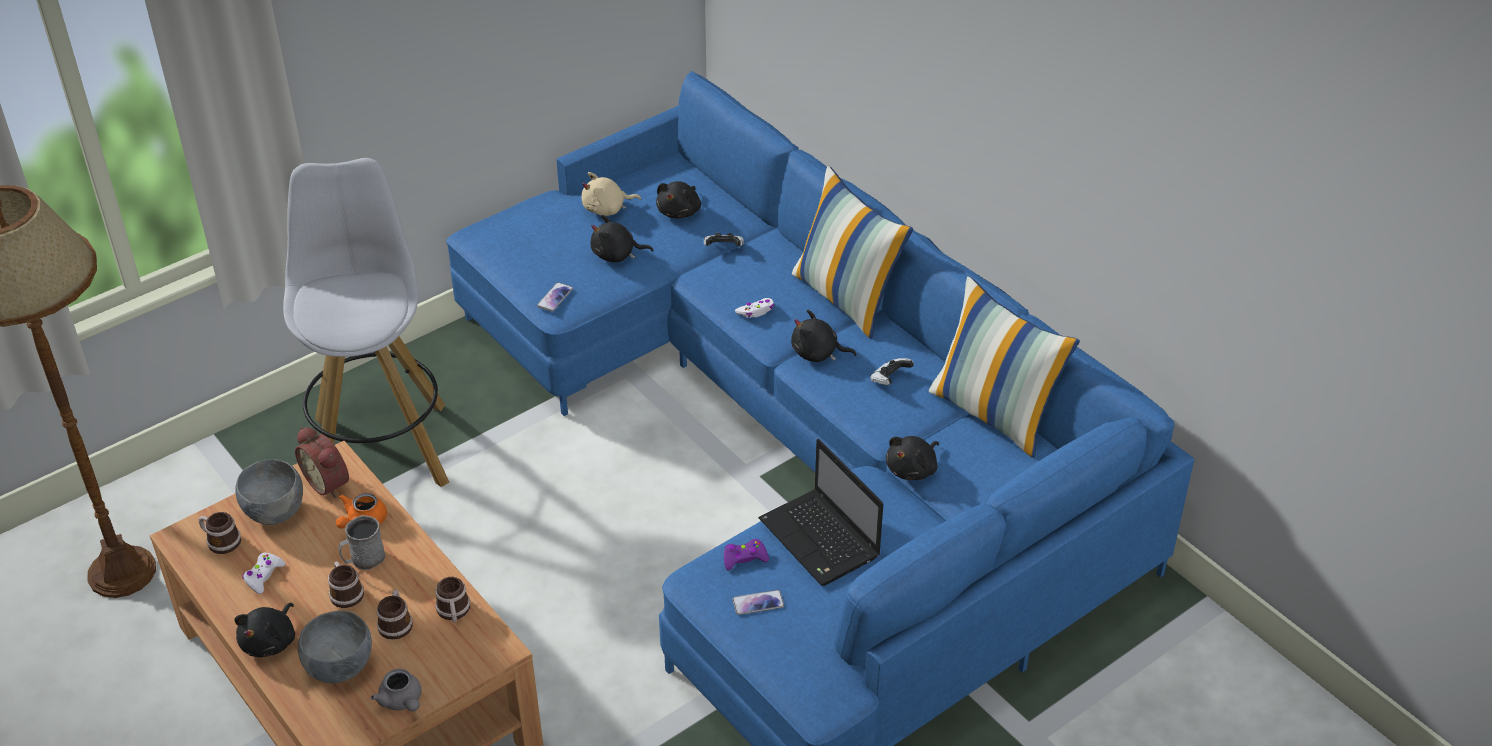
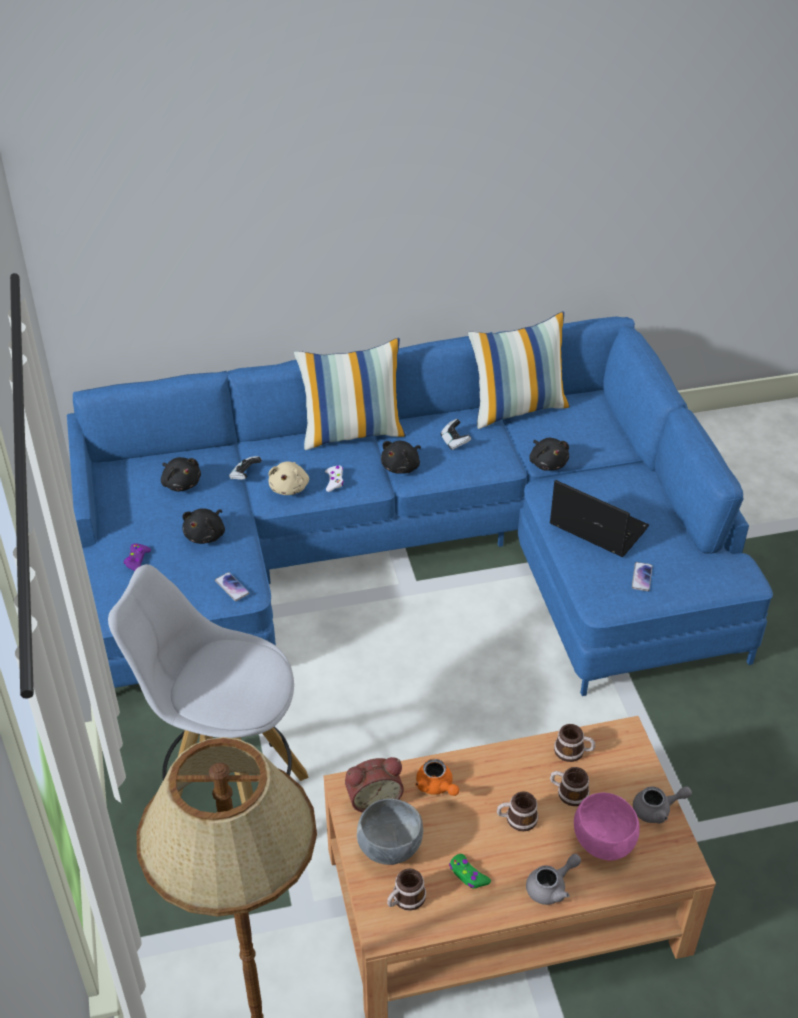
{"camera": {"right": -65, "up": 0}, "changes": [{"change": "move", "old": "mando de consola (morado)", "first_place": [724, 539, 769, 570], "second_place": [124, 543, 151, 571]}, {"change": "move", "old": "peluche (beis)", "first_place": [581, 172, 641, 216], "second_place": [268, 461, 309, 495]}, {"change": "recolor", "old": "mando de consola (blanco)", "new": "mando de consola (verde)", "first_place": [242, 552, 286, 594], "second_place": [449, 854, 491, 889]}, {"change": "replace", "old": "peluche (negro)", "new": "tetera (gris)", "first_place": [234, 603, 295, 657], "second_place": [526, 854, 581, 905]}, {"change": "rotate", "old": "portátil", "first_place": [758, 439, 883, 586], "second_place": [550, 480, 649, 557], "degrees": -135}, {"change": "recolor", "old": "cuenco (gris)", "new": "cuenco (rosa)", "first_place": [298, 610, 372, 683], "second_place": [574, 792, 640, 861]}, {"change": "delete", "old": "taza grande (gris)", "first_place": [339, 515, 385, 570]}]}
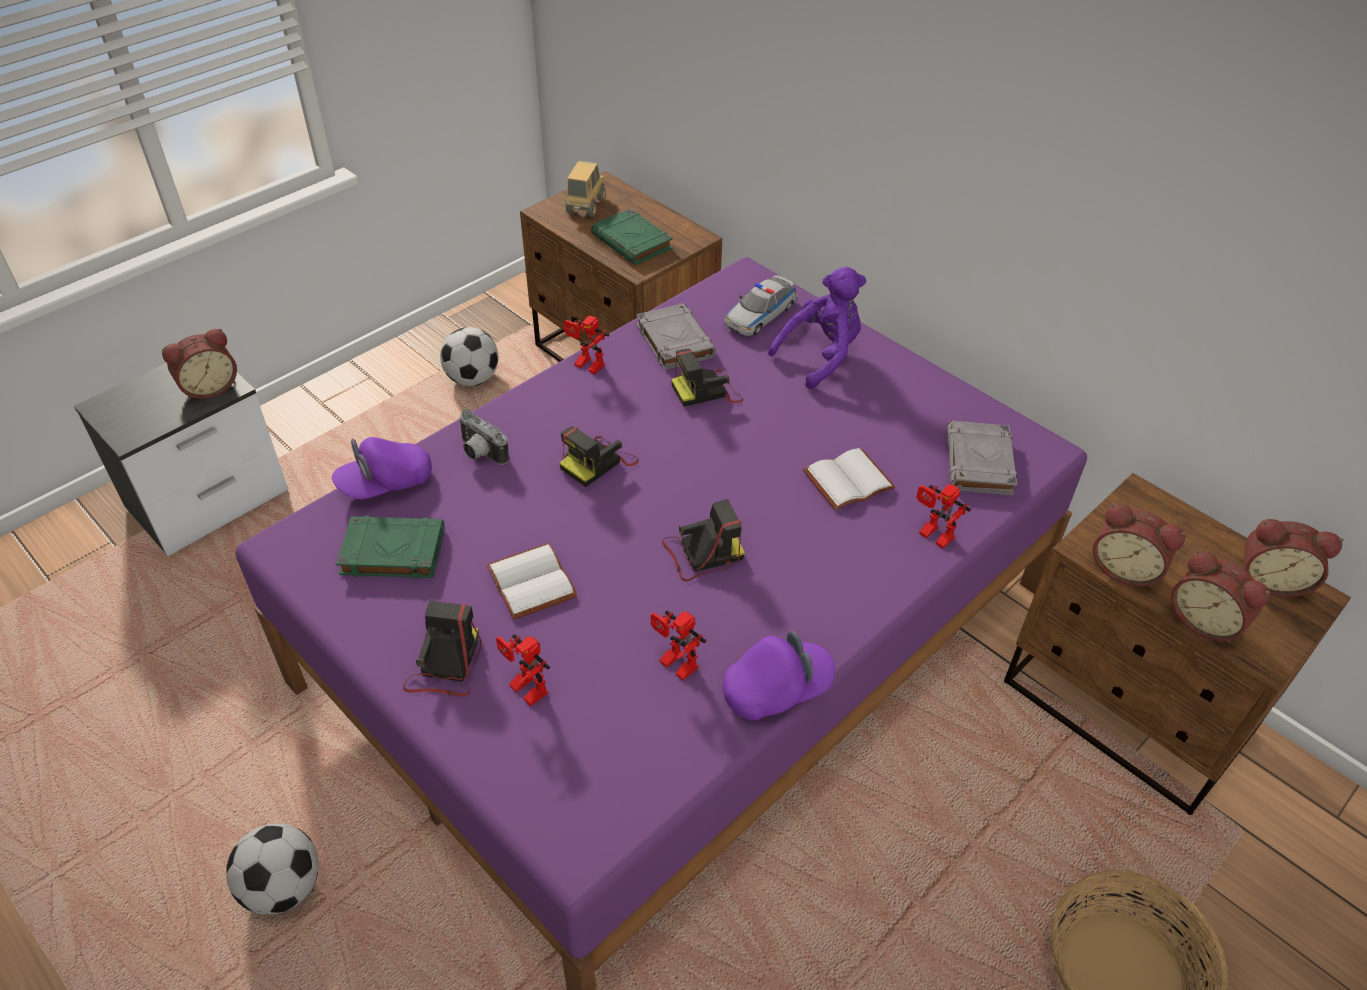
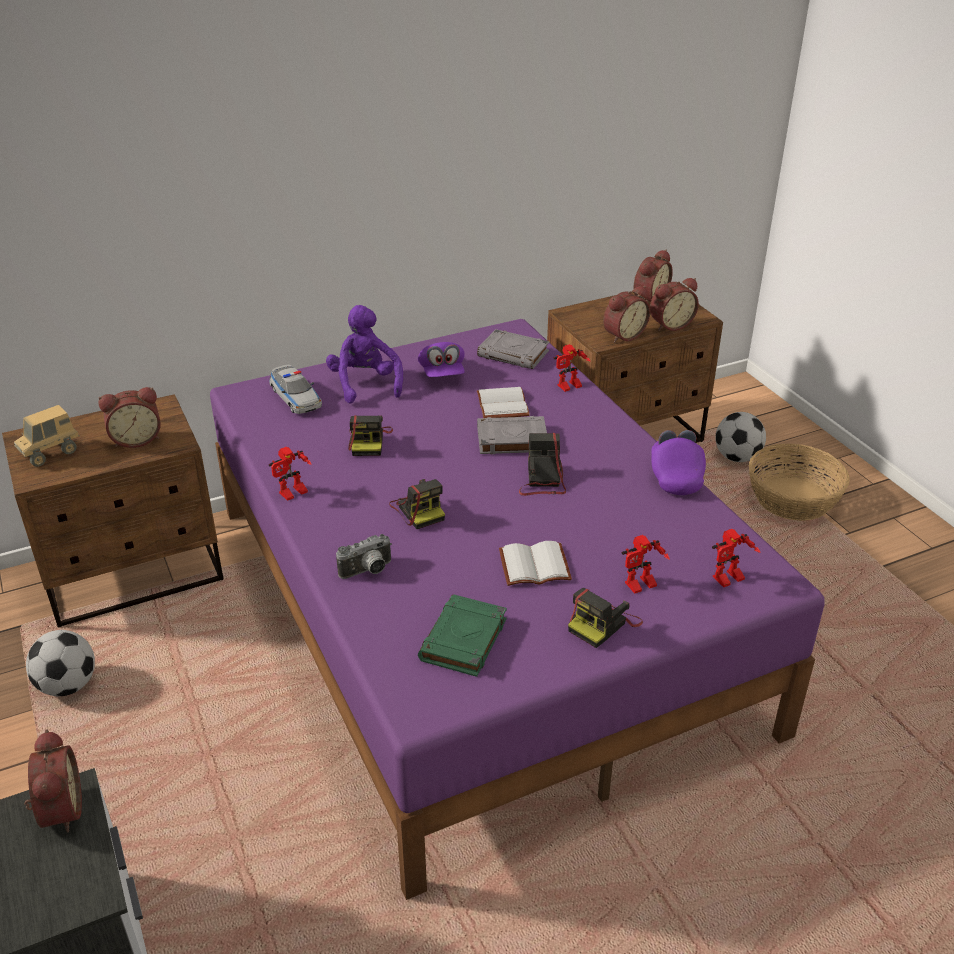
{"camera": {"right": -70, "up": -10}, "changes": [{"change": "rotate", "old": "camión de juguete", "first_place": [565, 161, 606, 217], "second_place": [14, 405, 79, 467], "degrees": -75}, {"change": "replace", "old": "libro (verde)", "new": "despertador", "first_place": [591, 209, 673, 265], "second_place": [98, 387, 161, 448]}, {"change": "move", "old": "gorra (morado)", "first_place": [332, 437, 432, 499], "second_place": [418, 342, 465, 377]}, {"change": "move", "old": "libro (gris)", "first_place": [636, 303, 716, 370], "second_place": [477, 416, 547, 454]}, {"change": "rotate", "old": "cámara", "first_place": [403, 601, 482, 697], "second_place": [568, 588, 643, 648], "degrees": -75}, {"change": "move", "old": "robot de juguete", "first_place": [651, 610, 706, 681], "second_place": [712, 529, 761, 587]}, {"change": "move", "old": "balón de fútbol", "first_place": [226, 824, 319, 915], "second_place": [715, 412, 766, 462]}]}
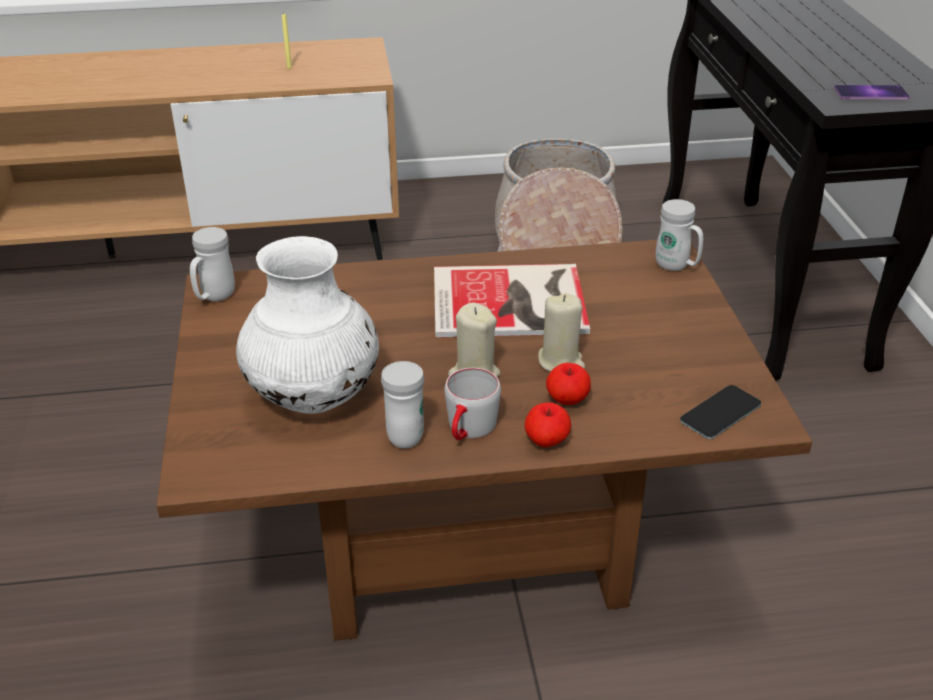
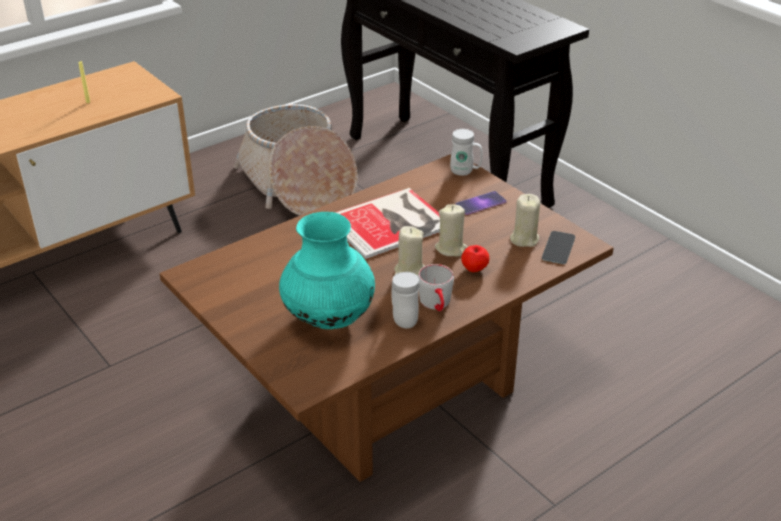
{"camera": {"right": -30, "up": 0}, "changes": [{"change": "recolor", "old": "florero (blanco)", "new": "florero (turquesa)", "first_place": [236, 236, 379, 414], "second_place": [279, 212, 375, 329]}, {"change": "move", "old": "móvil", "first_place": [834, 85, 910, 99], "second_place": [455, 191, 507, 215]}, {"change": "insert", "new": "vela (beis)", "second_place": [510, 194, 540, 247]}, {"change": "delete", "old": "taza grande (blanco)", "first_place": [190, 227, 235, 301]}, {"change": "delete", "old": "manzana", "first_place": [525, 402, 571, 447]}]}
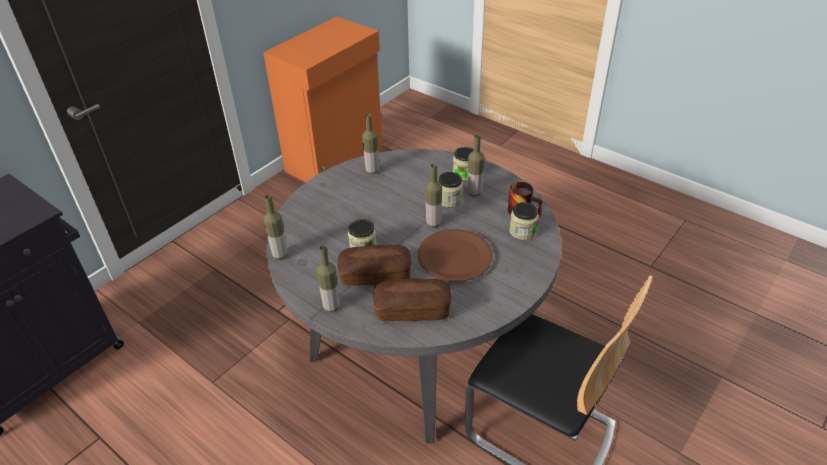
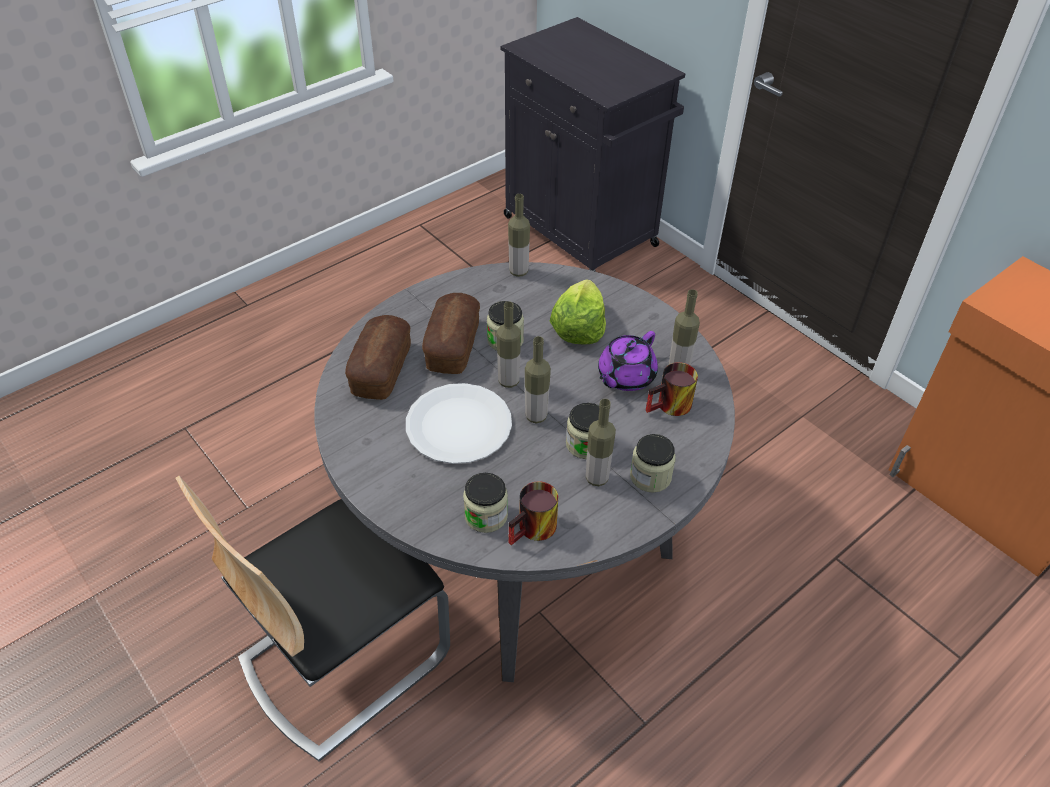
{"camera": {"right": 100, "up": 5}, "changes": [{"change": "recolor", "old": "plato (marrón)", "new": "plato (blanco)", "first_place": [418, 229, 493, 282], "second_place": [406, 383, 512, 464]}, {"change": "move", "old": "botella", "first_place": [316, 245, 340, 312], "second_place": [497, 302, 521, 388]}, {"change": "insert", "new": "lechuga", "second_place": [550, 279, 606, 344]}, {"change": "insert", "new": "tetera (morado)", "second_place": [598, 331, 658, 391]}, {"change": "insert", "new": "taza grande", "second_place": [646, 362, 698, 416]}]}
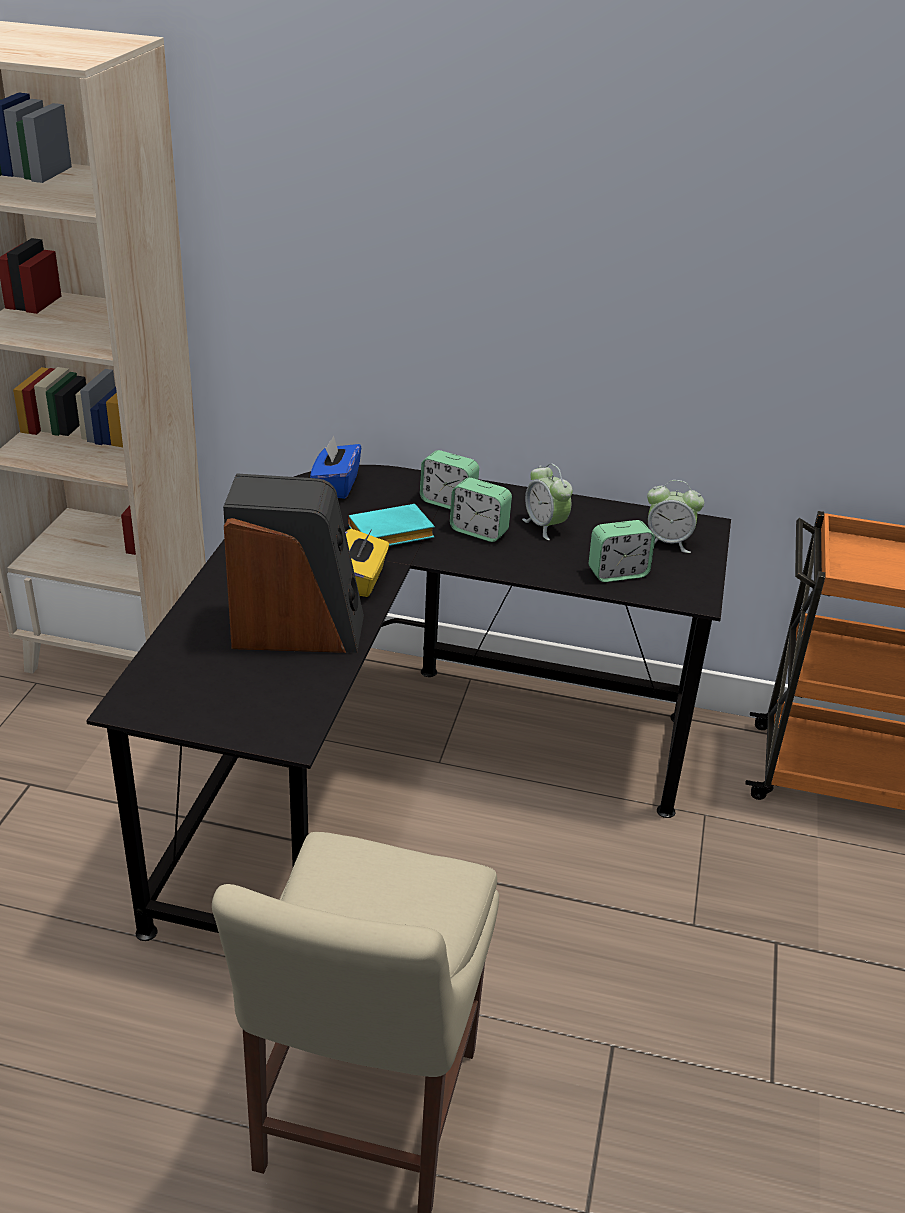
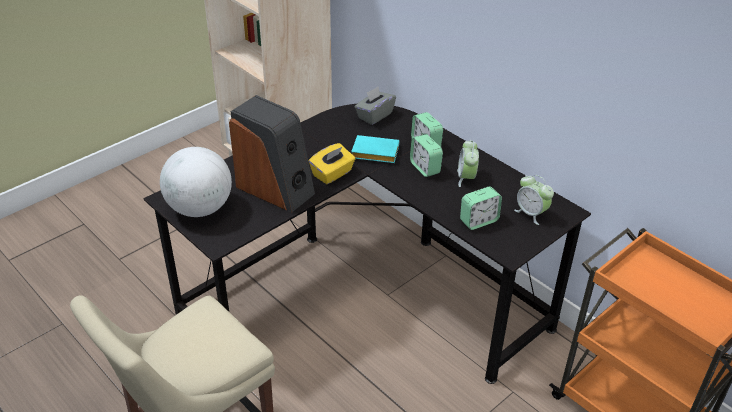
{"camera": {"right": 35, "up": 5}, "changes": [{"change": "insert", "new": "globo terráqueo", "second_place": [160, 147, 232, 217]}, {"change": "recolor", "old": "caja de pañuelos (azul)", "new": "caja de pañuelos (gris)", "first_place": [310, 435, 361, 499], "second_place": [355, 86, 396, 125]}, {"change": "rotate", "old": "despertador", "first_place": [588, 520, 655, 582], "second_place": [460, 187, 502, 230], "degrees": -45}]}
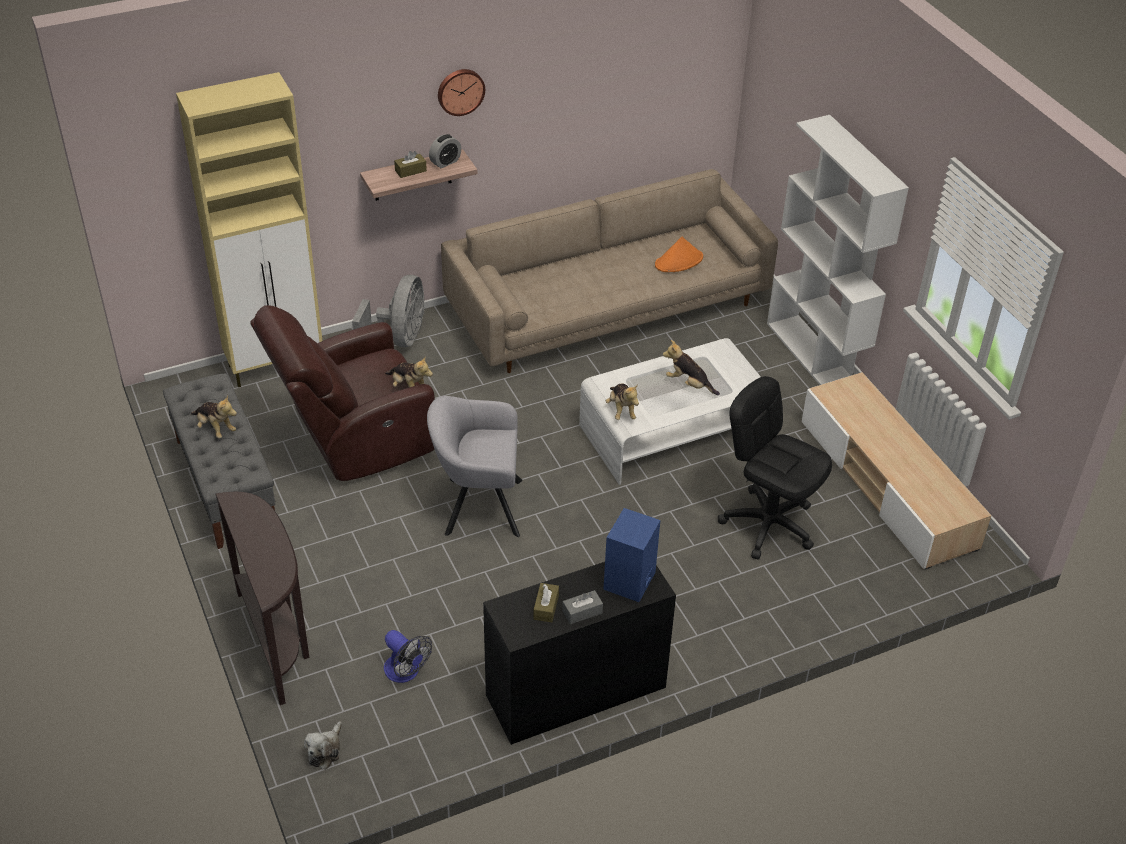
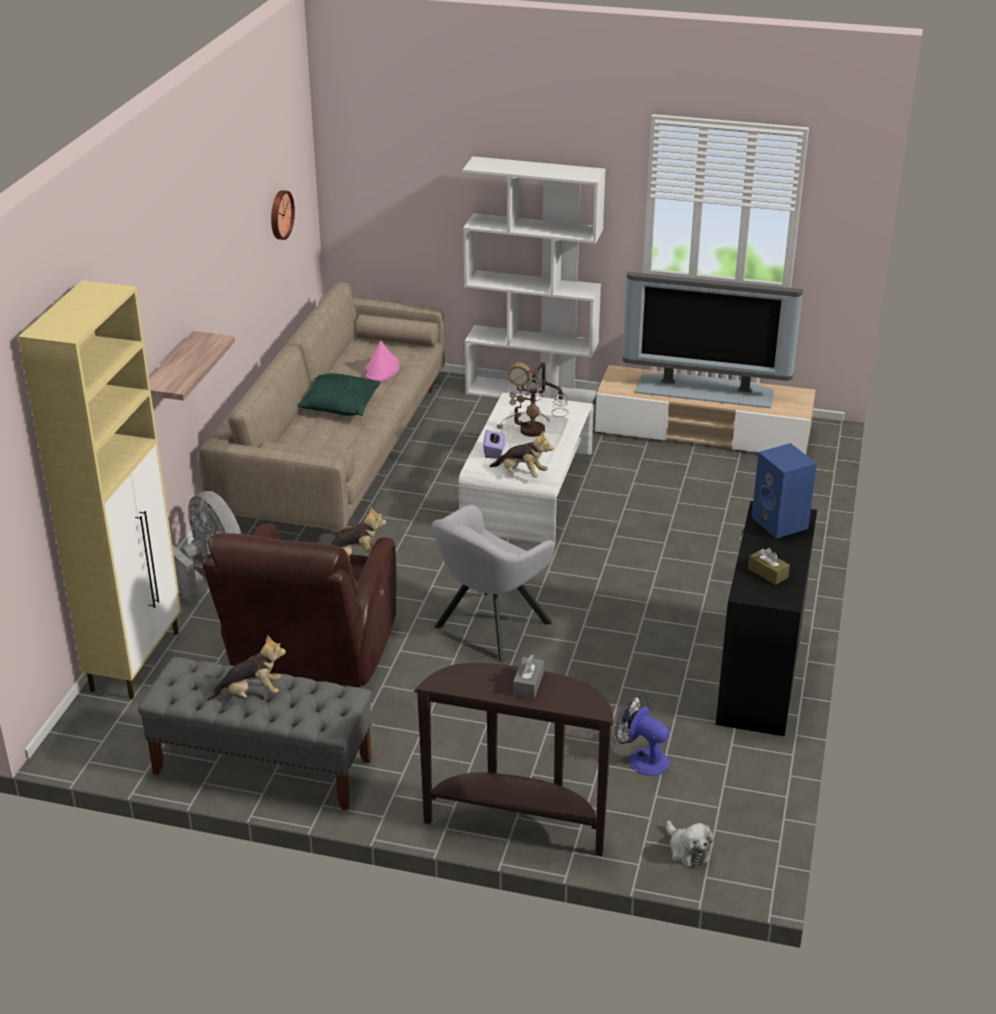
{"camera": {"right": -50, "up": -10}, "changes": [{"change": "move", "old": "reloj de pared", "first_place": [438, 69, 485, 116], "second_place": [271, 190, 295, 240]}, {"change": "insert", "new": "cojín (verde)", "second_place": [297, 373, 380, 416]}, {"change": "recolor", "old": "sombrero (naranja)", "new": "sombrero (rosa)", "first_place": [655, 236, 703, 272], "second_place": [365, 340, 399, 382]}, {"change": "insert", "new": "caja de pañuelos (morado)", "second_place": [483, 428, 505, 458]}, {"change": "replace", "old": "peluche", "new": "lámpara de mesa", "first_place": [663, 340, 720, 395], "second_place": [497, 362, 568, 437]}, {"change": "move", "old": "caja de pañuelos (gris)", "first_place": [562, 590, 603, 624], "second_place": [513, 655, 544, 699]}, {"change": "rotate", "old": "ventilador", "first_place": [384, 630, 432, 683], "second_place": [615, 695, 670, 776], "degrees": -135}, {"change": "insert", "new": "televisor", "second_place": [623, 272, 803, 408]}, {"change": "delete", "old": "caja de pañuelos (marrón)", "first_place": [394, 151, 427, 178]}, {"change": "delete", "old": "despertador", "first_place": [429, 134, 462, 168]}, {"change": "delete", "old": "silla de oficina (negro)", "first_place": [718, 376, 832, 559]}]}
